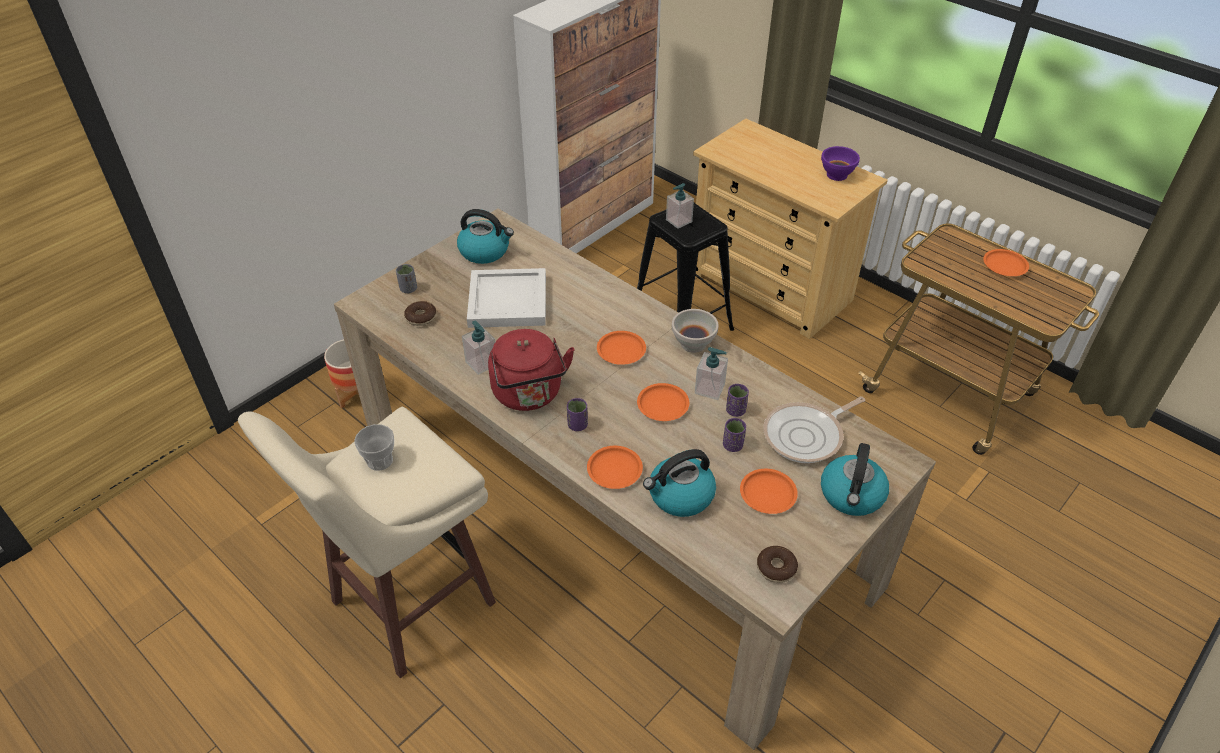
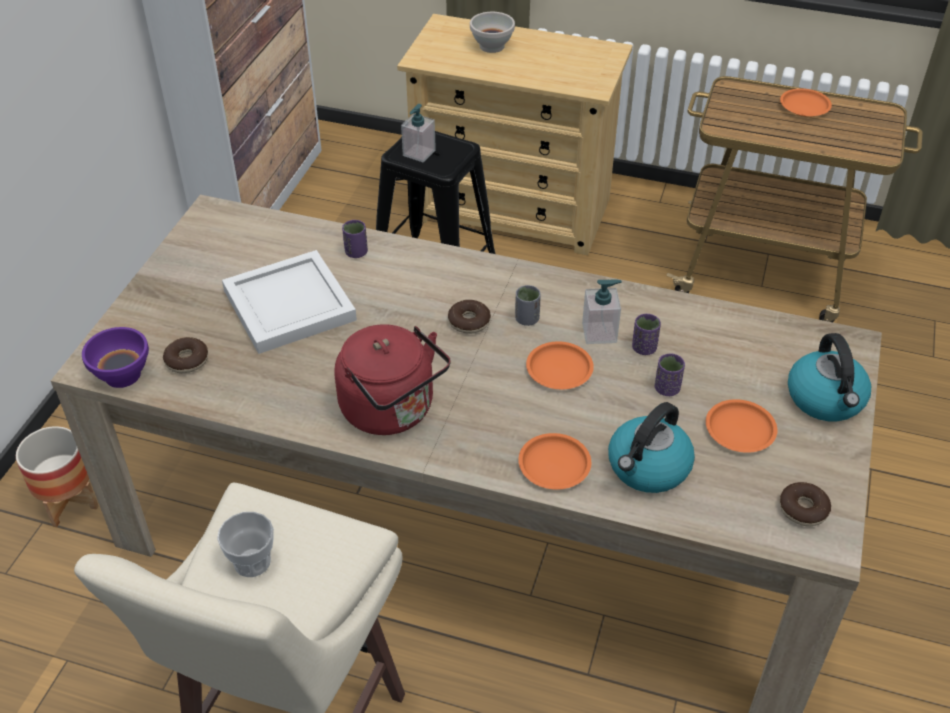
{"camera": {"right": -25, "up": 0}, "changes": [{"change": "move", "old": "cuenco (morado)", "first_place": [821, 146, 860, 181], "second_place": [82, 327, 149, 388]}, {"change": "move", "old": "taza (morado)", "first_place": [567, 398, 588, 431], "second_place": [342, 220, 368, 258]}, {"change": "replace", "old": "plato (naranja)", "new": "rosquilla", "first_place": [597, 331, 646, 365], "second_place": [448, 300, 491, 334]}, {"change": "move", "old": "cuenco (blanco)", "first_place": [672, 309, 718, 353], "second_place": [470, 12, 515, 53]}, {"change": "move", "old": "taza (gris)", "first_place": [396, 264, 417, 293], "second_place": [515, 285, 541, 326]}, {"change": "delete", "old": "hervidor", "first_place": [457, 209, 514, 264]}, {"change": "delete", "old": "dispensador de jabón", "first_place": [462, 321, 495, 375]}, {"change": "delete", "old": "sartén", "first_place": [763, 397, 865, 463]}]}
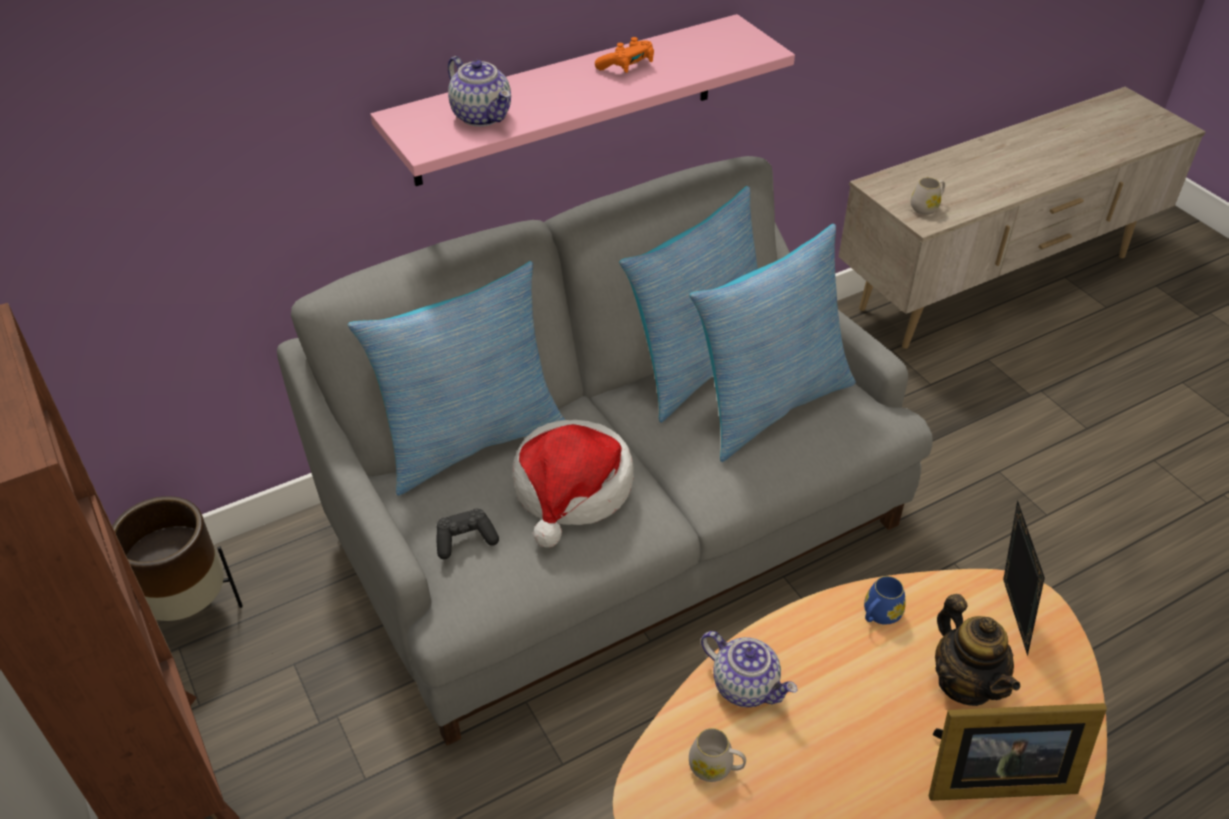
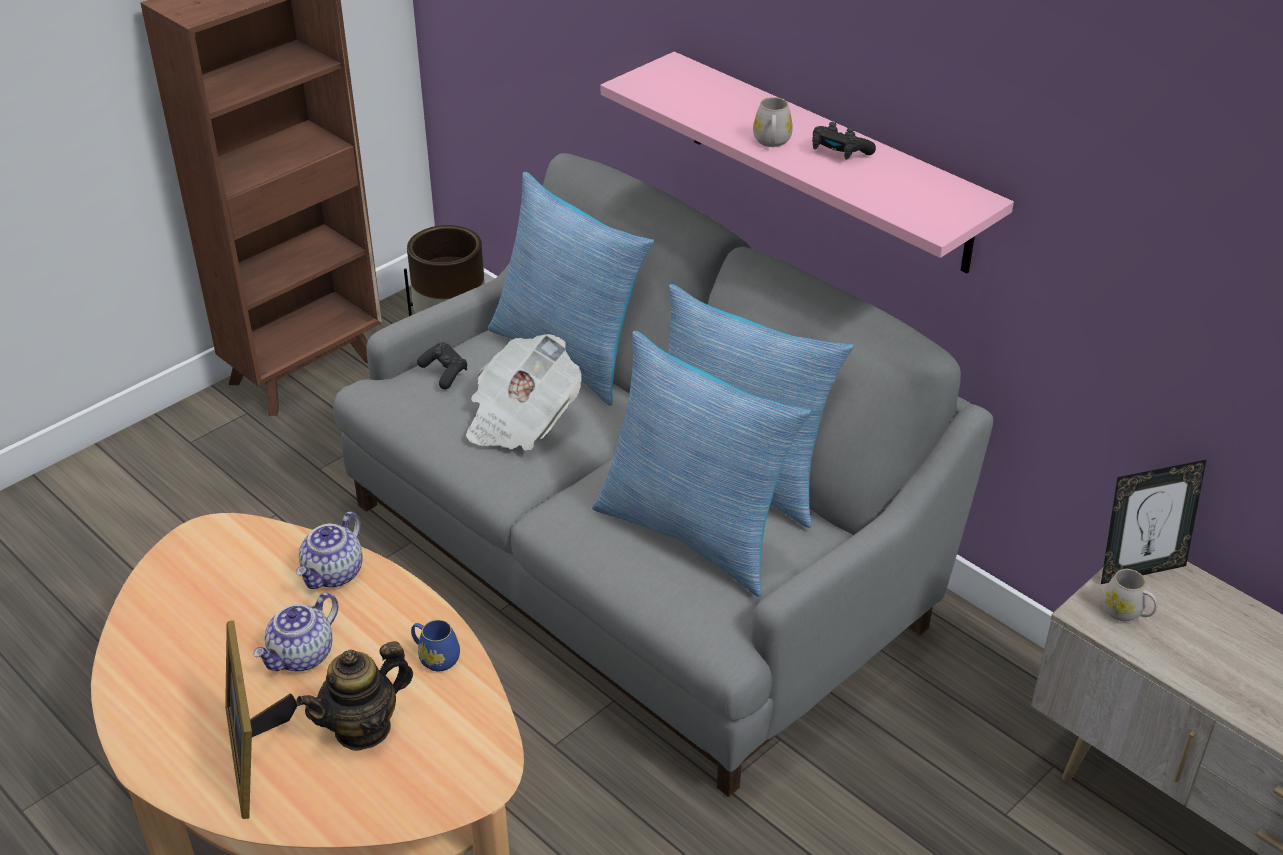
{"camera": {"right": 75, "up": -5}, "changes": [{"change": "move", "old": "tetera", "first_place": [448, 56, 511, 127], "second_place": [253, 593, 338, 671]}, {"change": "replace", "old": "sombrero", "new": "periódico", "first_place": [513, 420, 634, 548], "second_place": [466, 334, 582, 451]}, {"change": "move", "old": "taza grande (blanco)", "first_place": [689, 728, 746, 782], "second_place": [753, 97, 793, 147]}, {"change": "recolor", "old": "mando de consola (naranja)", "new": "mando de consola (negro)", "first_place": [595, 37, 654, 73], "second_place": [812, 122, 876, 160]}, {"change": "move", "old": "portarretratos", "first_place": [1003, 500, 1045, 656], "second_place": [1101, 460, 1206, 584]}]}
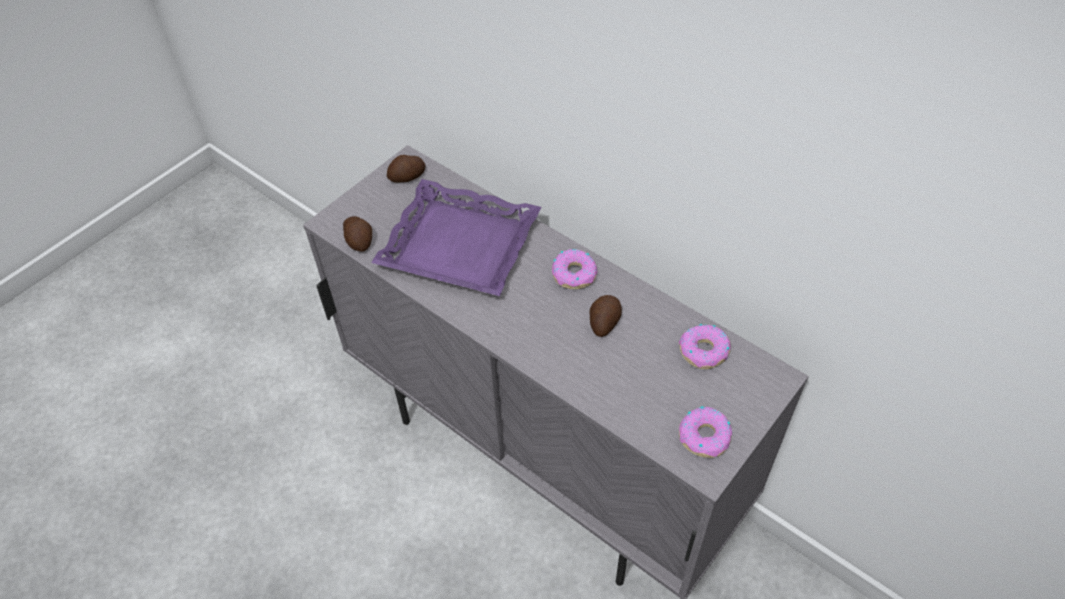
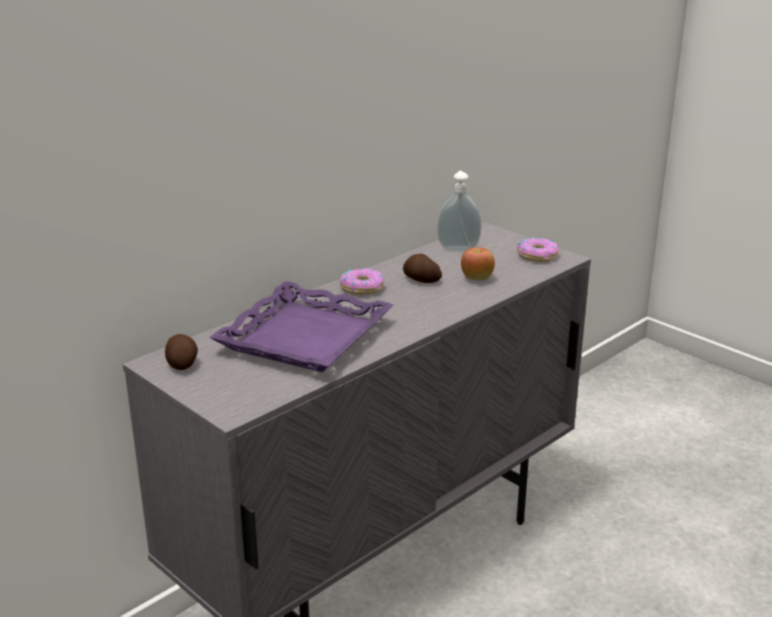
{"camera": {"right": -85, "up": -25}, "changes": [{"change": "replace", "old": "rosquilla", "new": "dispensador de jabón", "first_place": [679, 324, 731, 369], "second_place": [437, 171, 481, 252]}, {"change": "insert", "new": "manzana", "second_place": [461, 248, 495, 280]}, {"change": "delete", "old": "patata", "first_place": [343, 216, 372, 252]}]}
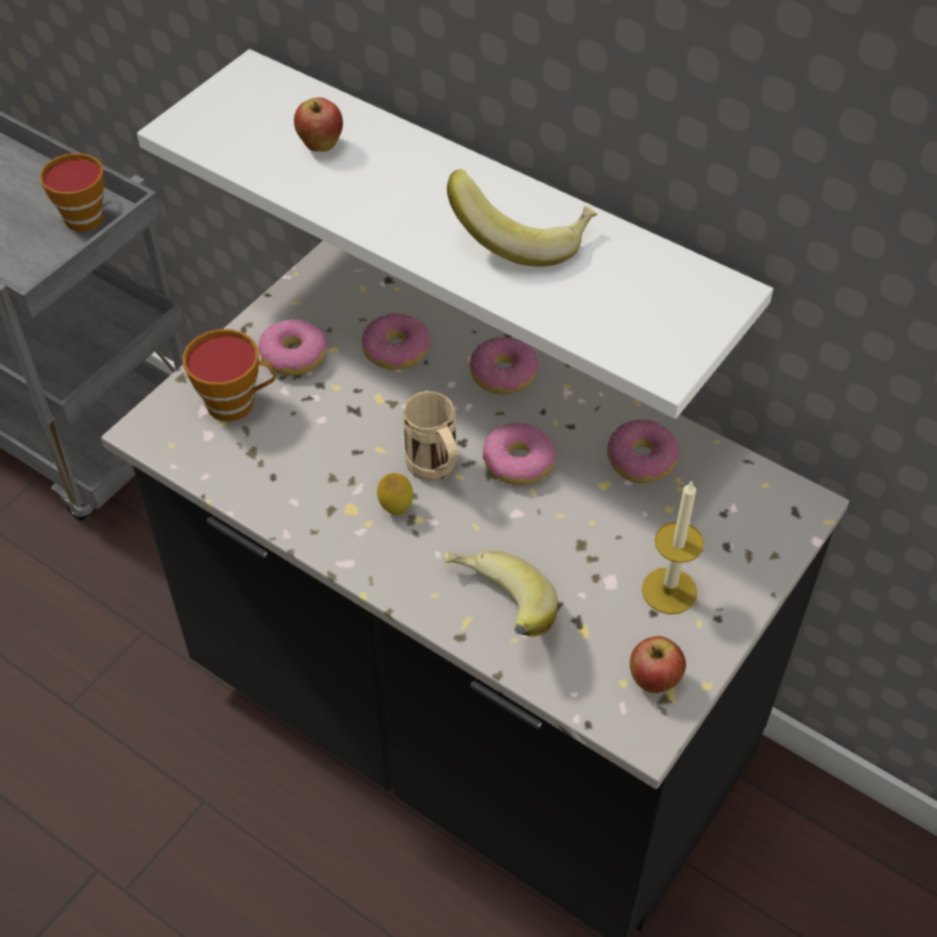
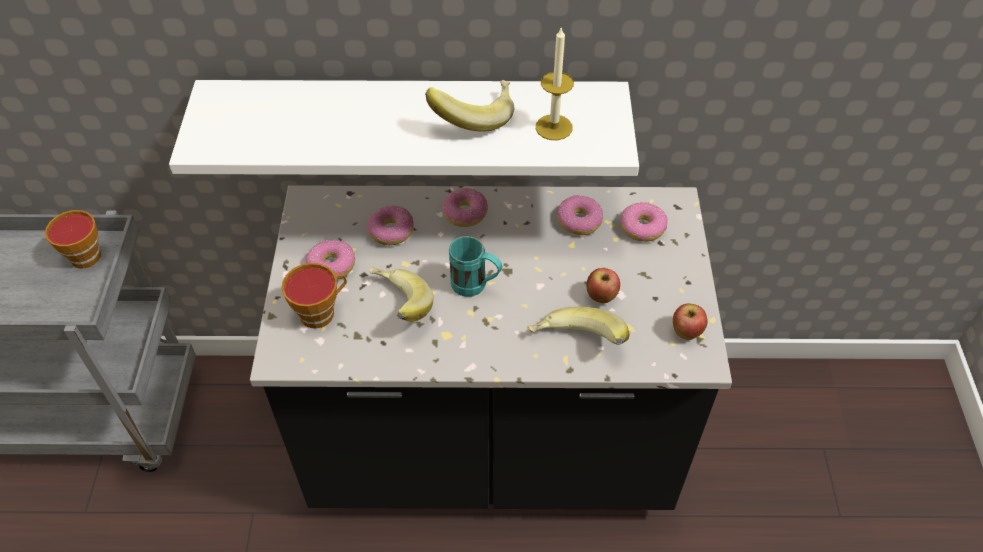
{"camera": {"right": -35, "up": 0}, "changes": [{"change": "insert", "new": "plátano", "second_place": [370, 266, 433, 322]}, {"change": "recolor", "old": "taza grande (beis)", "new": "taza grande (turquesa)", "first_place": [403, 391, 458, 482], "second_place": [449, 236, 502, 297]}, {"change": "move", "old": "vela", "first_place": [642, 480, 704, 614], "second_place": [536, 28, 574, 140]}, {"change": "move", "old": "manzana", "first_place": [294, 97, 343, 152], "second_place": [587, 268, 620, 303]}, {"change": "move", "old": "rosquilla", "first_place": [483, 422, 556, 485], "second_place": [620, 202, 668, 242]}, {"change": "delete", "old": "limón", "first_place": [377, 473, 413, 515]}]}
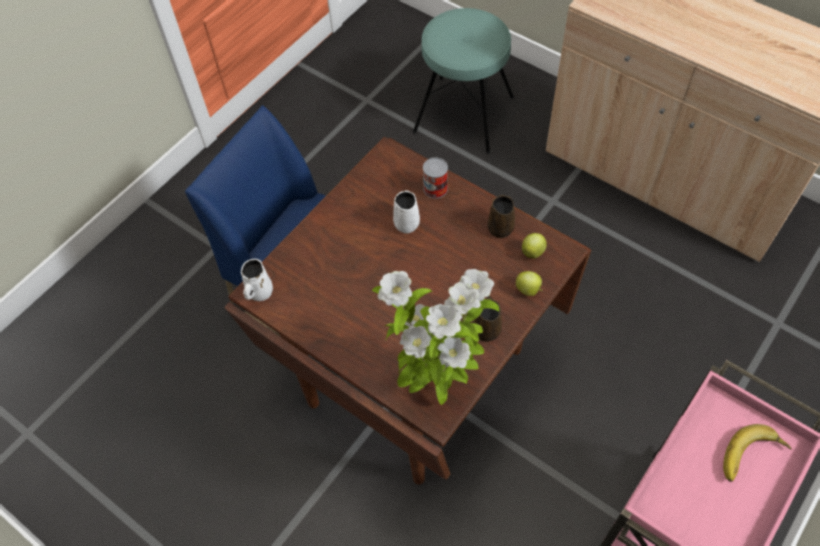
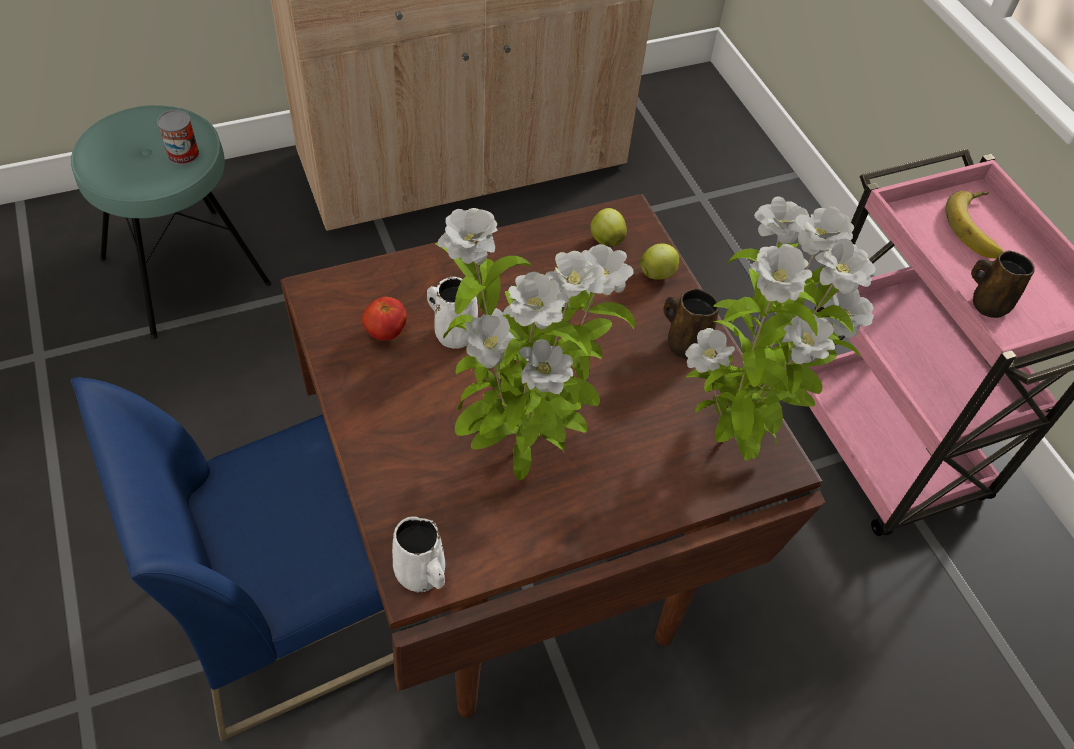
{"camera": {"right": -65, "up": -5}, "changes": [{"change": "move", "old": "lata", "first_place": [423, 157, 448, 199], "second_place": [157, 110, 199, 165]}, {"change": "insert", "new": "tomate", "second_place": [362, 297, 407, 341]}, {"change": "insert", "new": "planta en maceta", "second_place": [435, 208, 635, 480]}, {"change": "move", "old": "taza grande (marrón)", "first_place": [488, 195, 515, 238], "second_place": [971, 251, 1035, 318]}]}
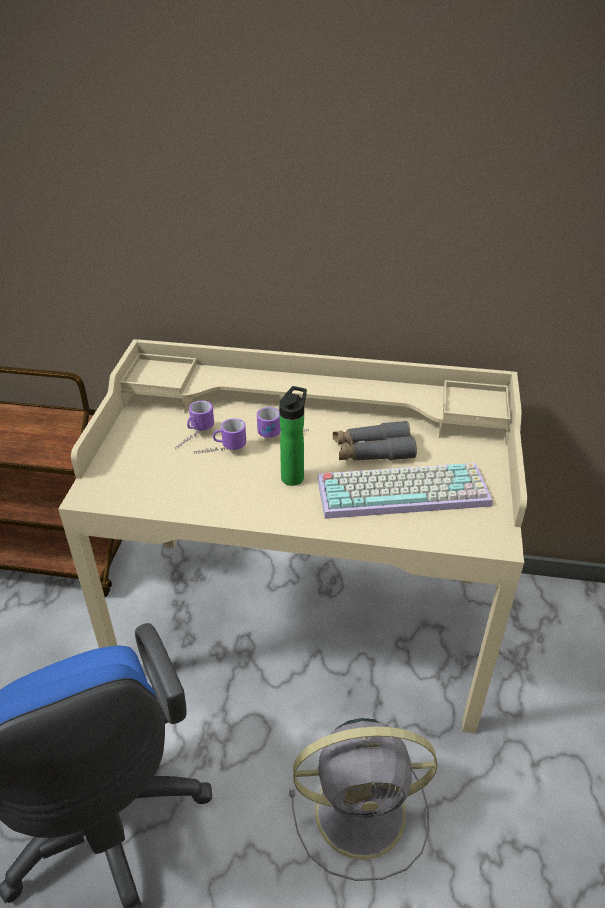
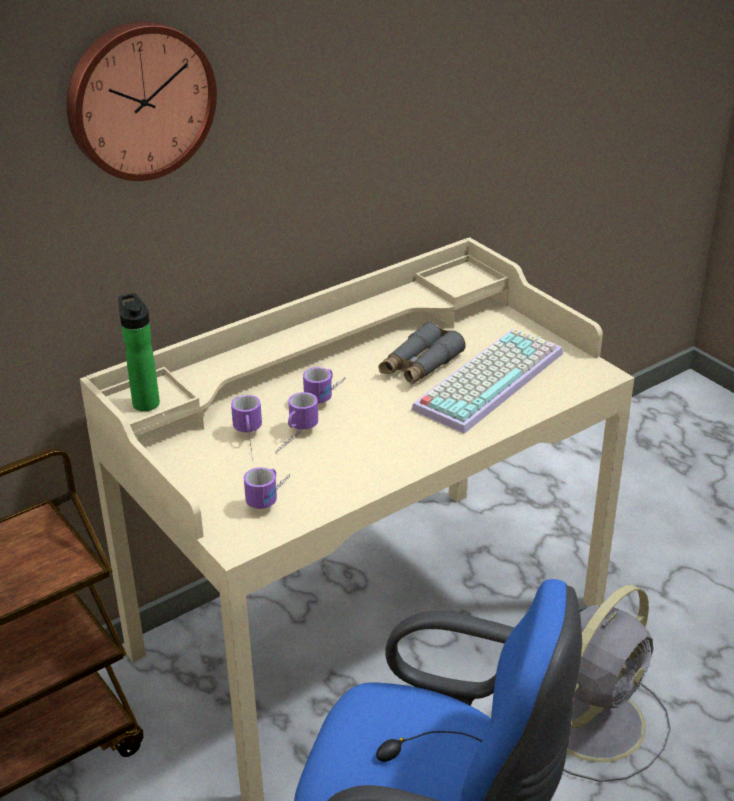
{"camera": {"right": -45, "up": -5}, "changes": [{"change": "insert", "new": "reloj de pared", "second_place": [67, 21, 217, 181]}, {"change": "move", "old": "botella", "first_place": [279, 386, 307, 486], "second_place": [118, 293, 160, 411]}, {"change": "insert", "new": "taza grande", "second_place": [244, 467, 290, 509]}]}
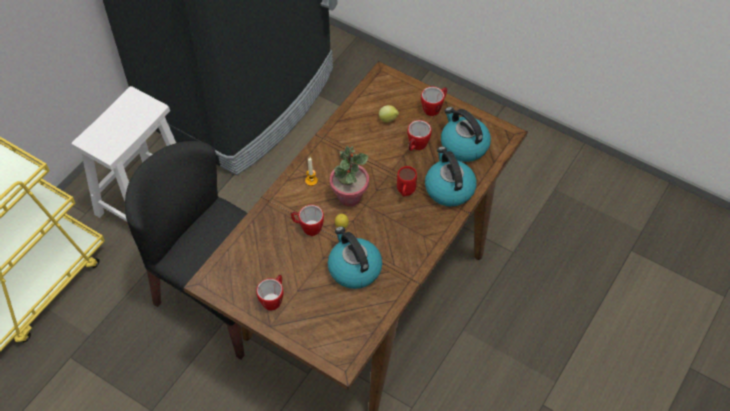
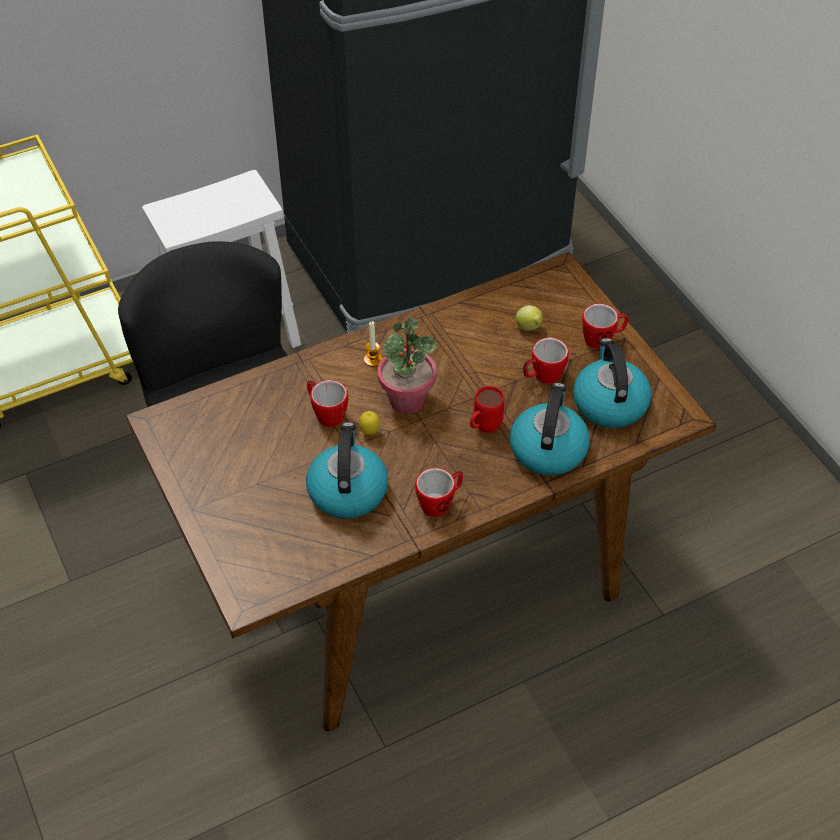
{"camera": {"right": 30, "up": -5}, "changes": [{"change": "move", "old": "taza grande", "first_place": [256, 275, 284, 311], "second_place": [415, 468, 463, 517]}]}
